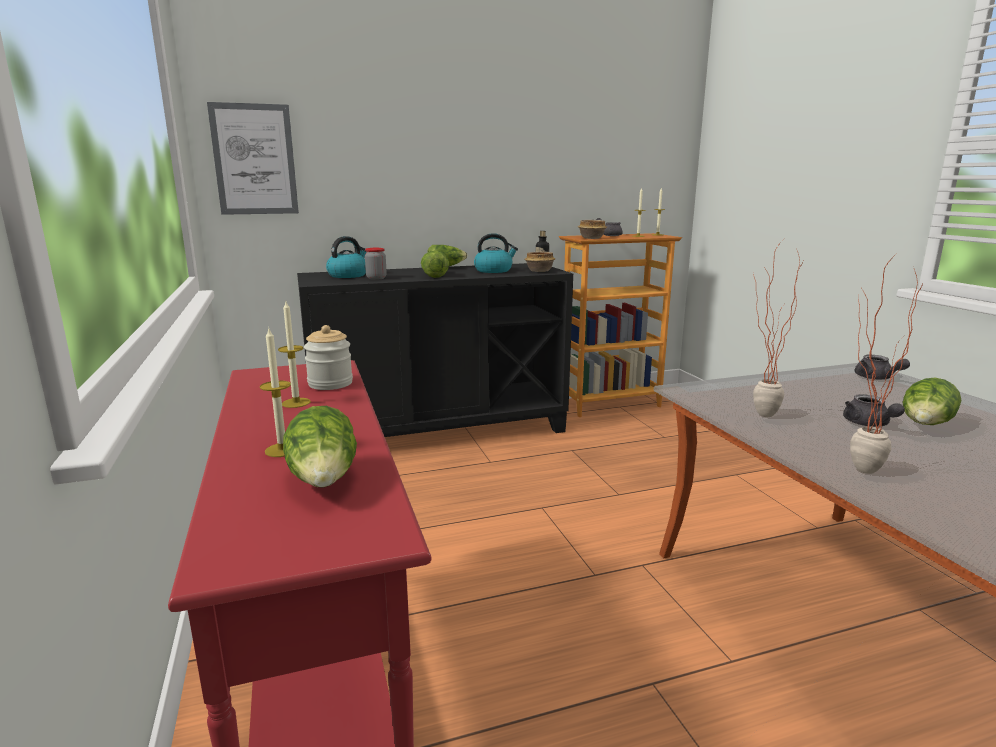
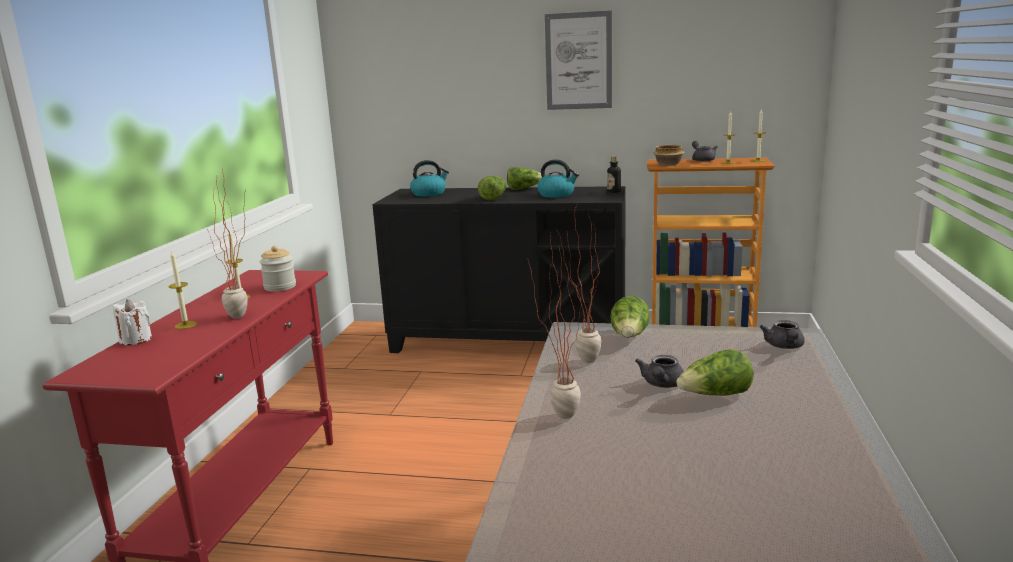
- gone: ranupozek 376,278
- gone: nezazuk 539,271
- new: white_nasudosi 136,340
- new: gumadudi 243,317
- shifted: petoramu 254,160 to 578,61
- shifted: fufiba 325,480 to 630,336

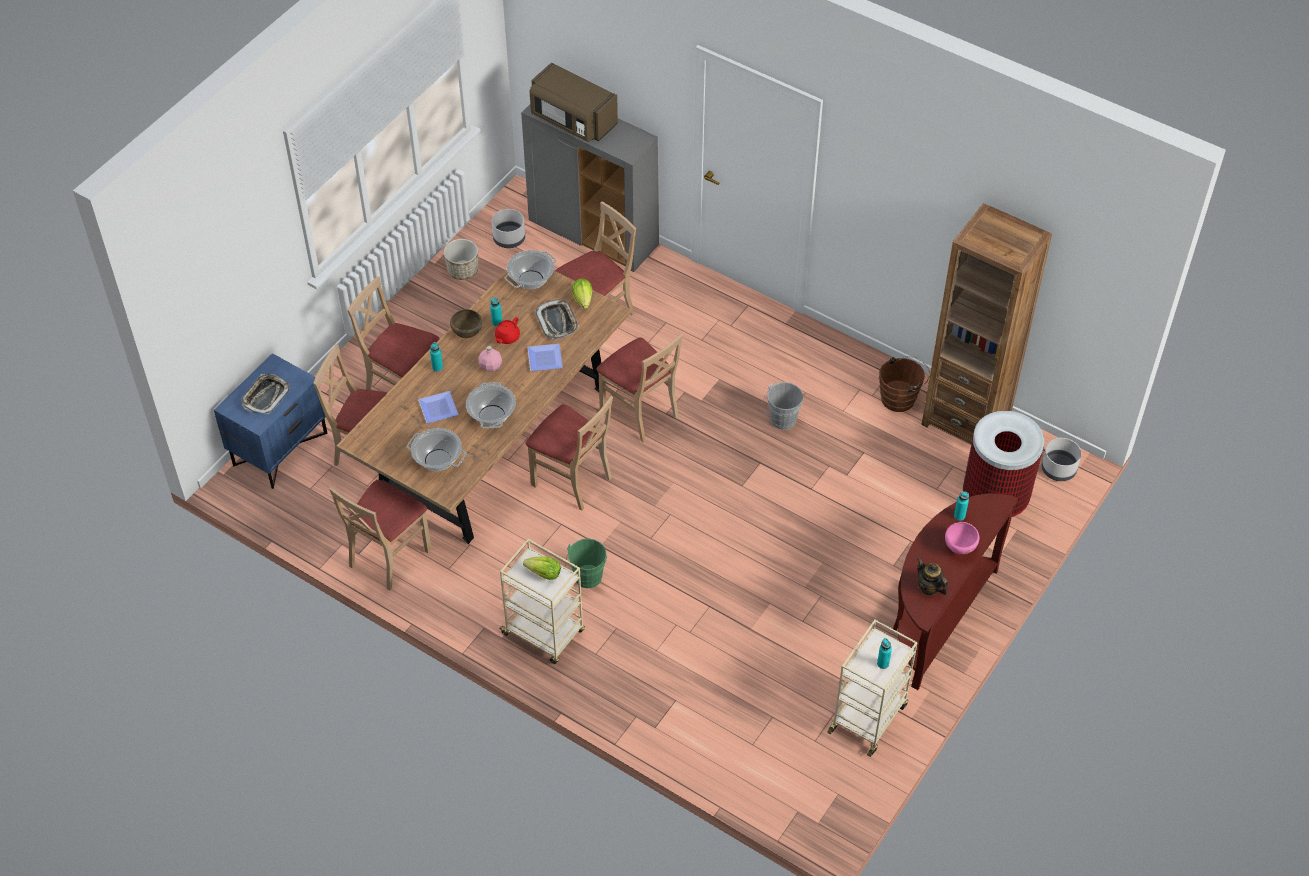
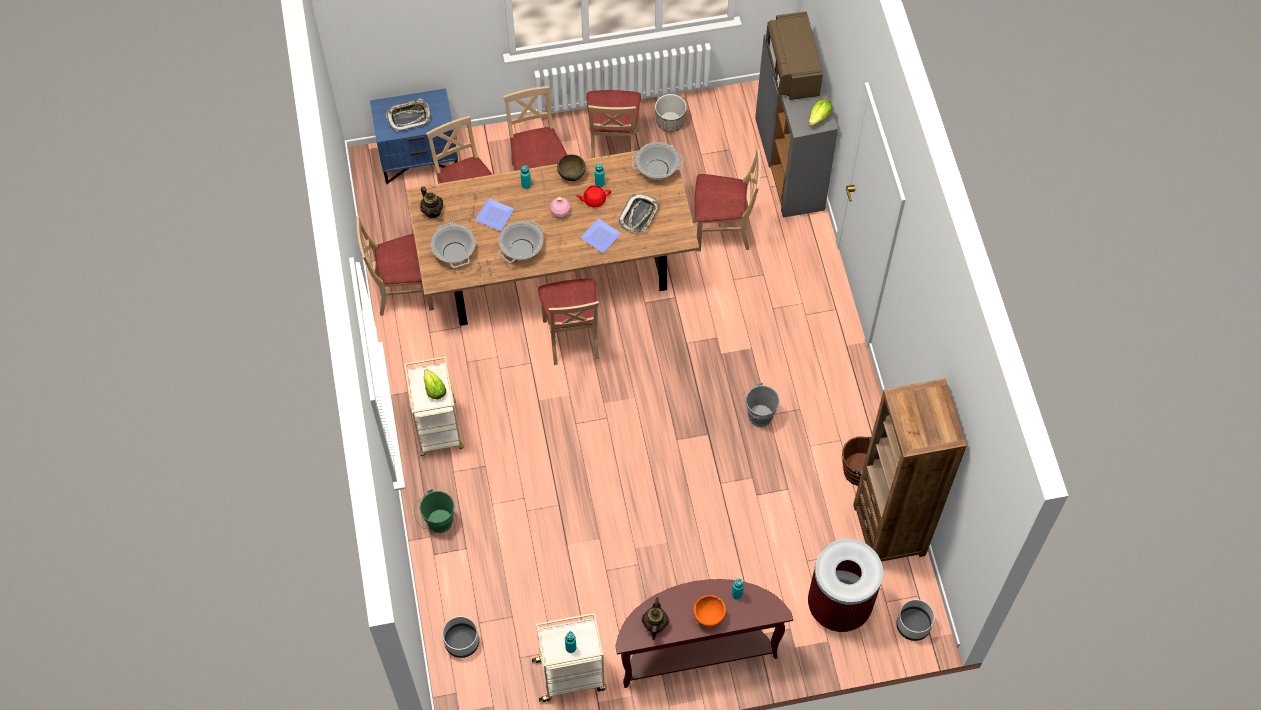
- new: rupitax 432,211
- shifted: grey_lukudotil 509,238 to 462,642
- shifted: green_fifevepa 587,579 to 437,522
- shifted: fufiba 583,299 to 819,117
- shifted: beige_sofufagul 640,412 to 613,148
- repainted: pink_nezazuk 959,548 to orange_nezazuk 709,616

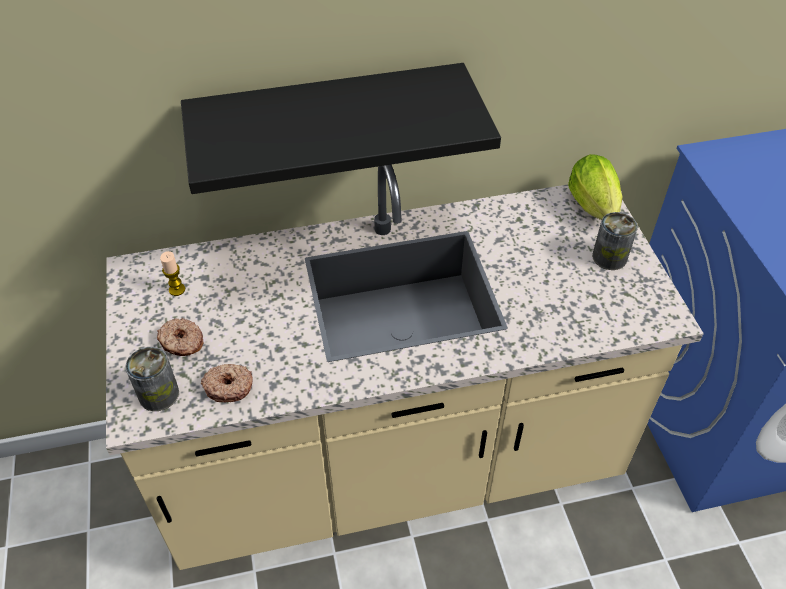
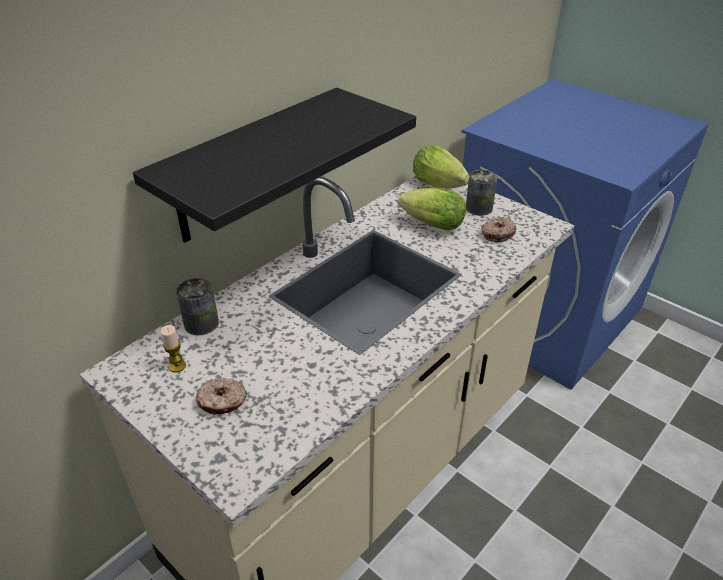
- new: fufiba 429,224
- shifted: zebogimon 158,394 to 201,323
- shifted: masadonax 228,386 to 497,234

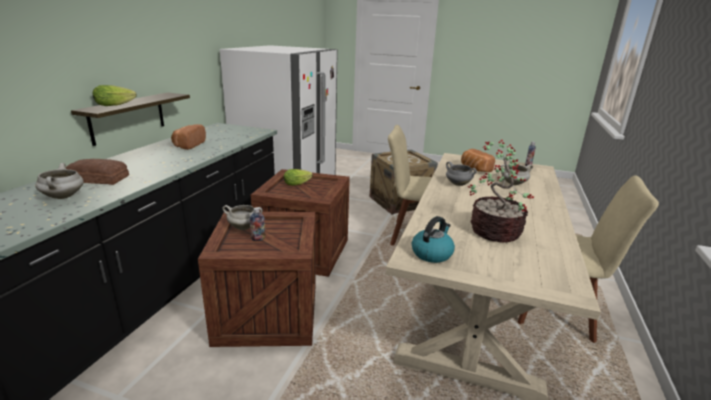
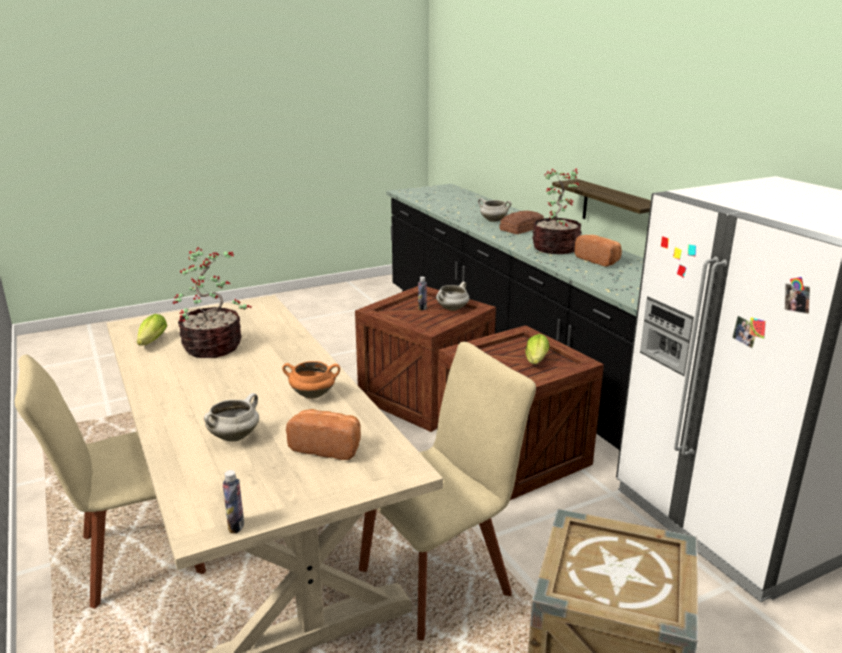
- gone: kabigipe 432,253
- new: gumadudi 555,248
- shifted: fufiba 117,104 to 151,343
- repainted: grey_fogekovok 457,184 to orange_fogekovok 313,394

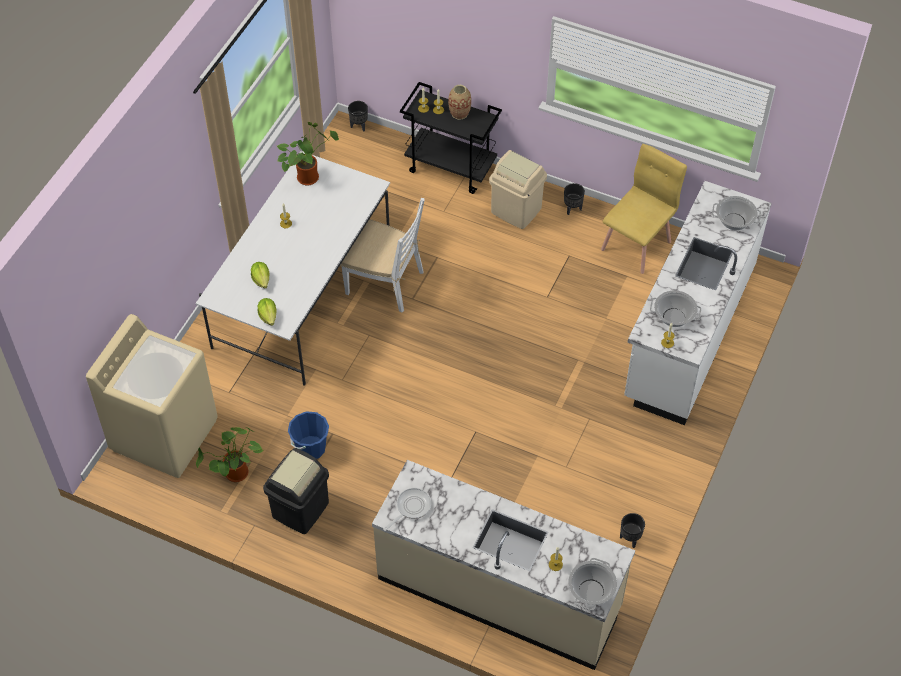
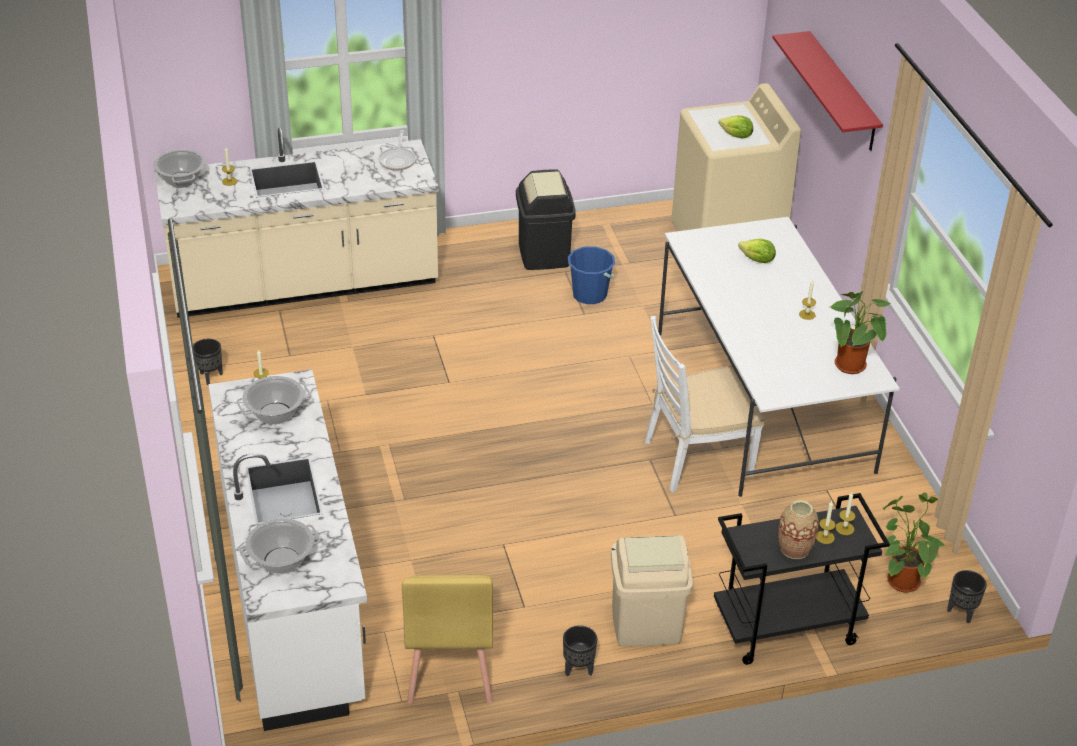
- new: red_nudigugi 842,92
- shifted: gumadudi 236,475 to 900,579
- shifted: fufiba 268,316 to 736,136

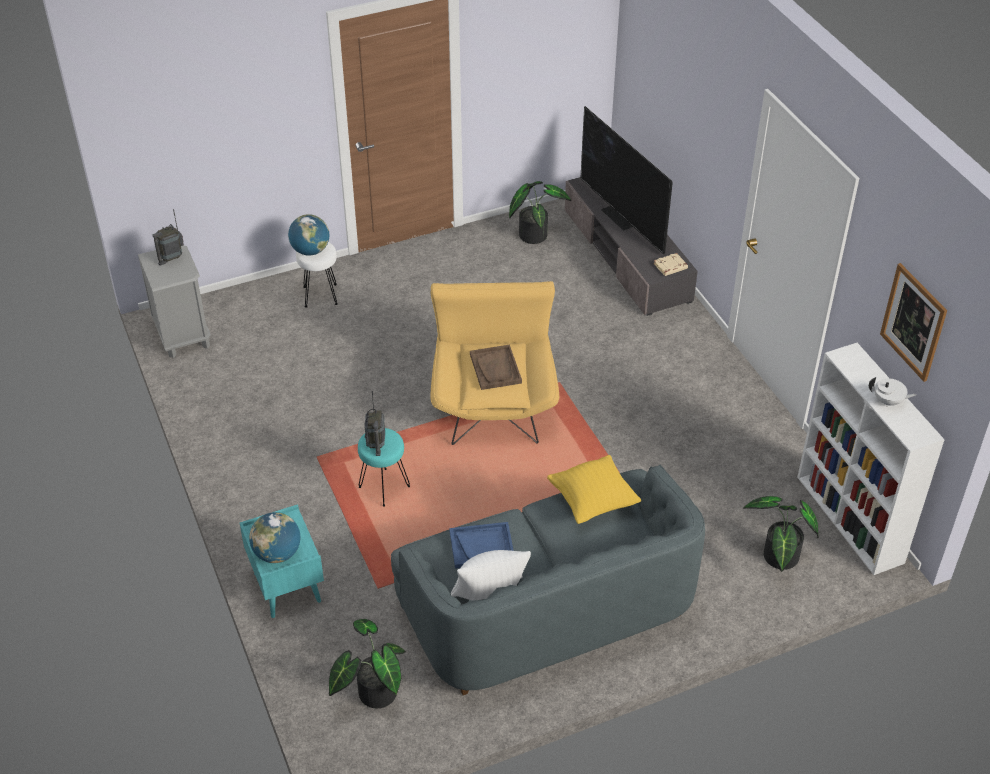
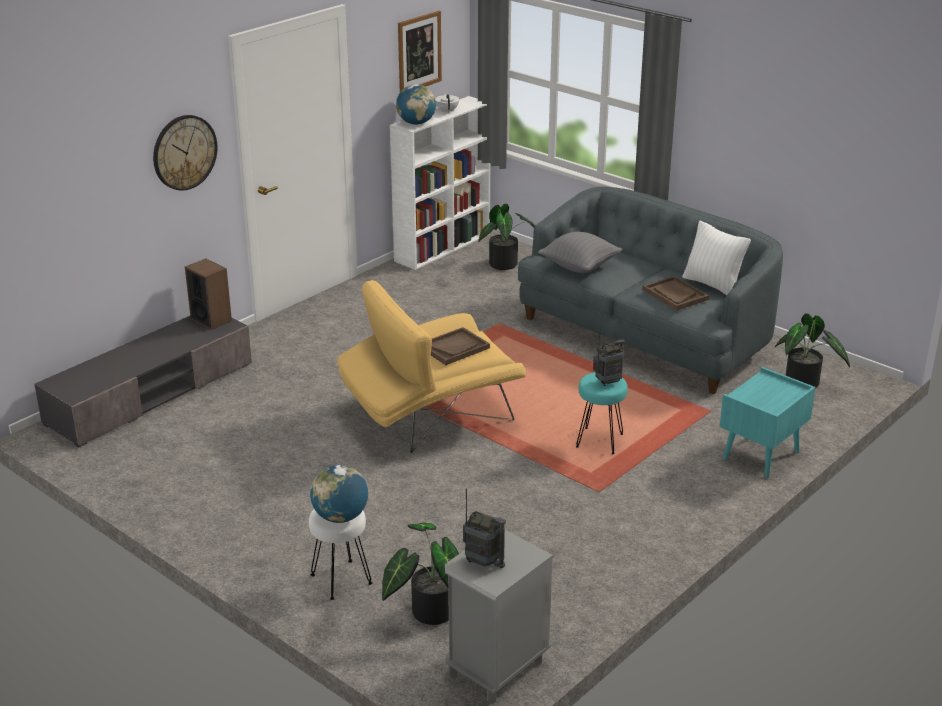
- gone: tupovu 621,216
- new: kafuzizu 184,152
- shifted: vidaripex 277,553 to 416,123
- shifted: gumadudi 534,233 to 427,611
- swapped: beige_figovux 670,267 to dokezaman 211,319
- repainted: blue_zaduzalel 482,546 to brown_zaduzalel 675,295
- repainted: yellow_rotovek 592,501 to grey_rotovek 579,266

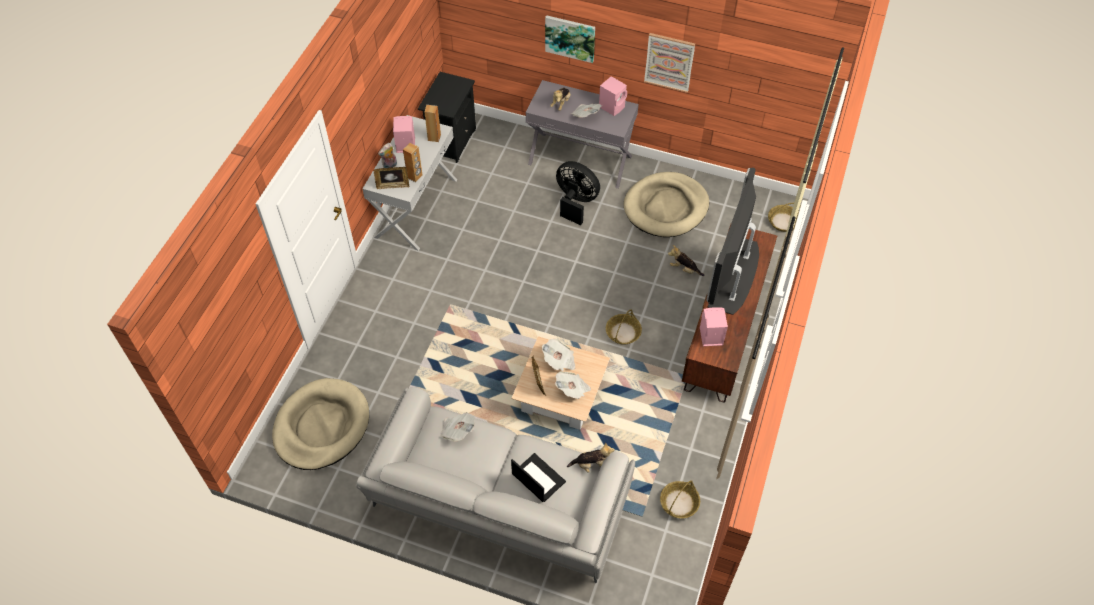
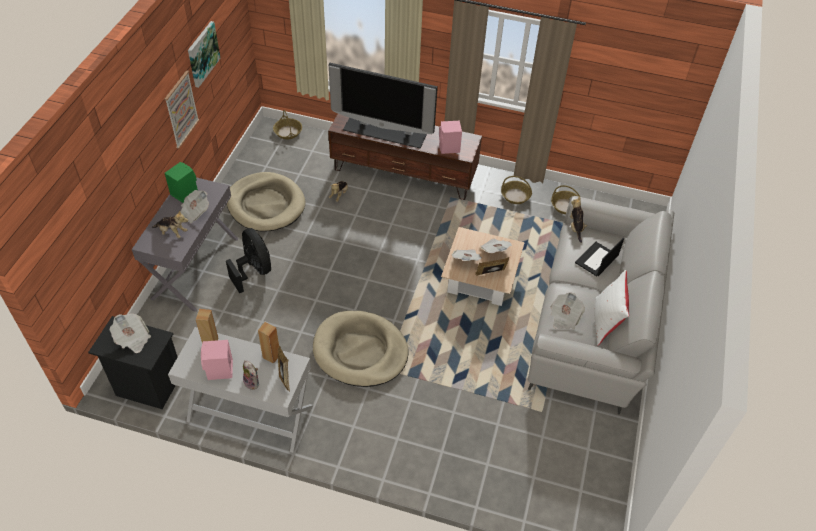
- new: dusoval 132,339
- new: white_rotovek 605,322
- shifted: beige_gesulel 321,426 to 360,351
- shifted: petoramu 570,38 to 202,53
- shifted: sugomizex 623,332 to 515,196
- repainted: pink_dokezaman 612,106 to green_dokezaman 184,192
- rotated: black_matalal 575,202 = 254,271 120 degrees clockwise

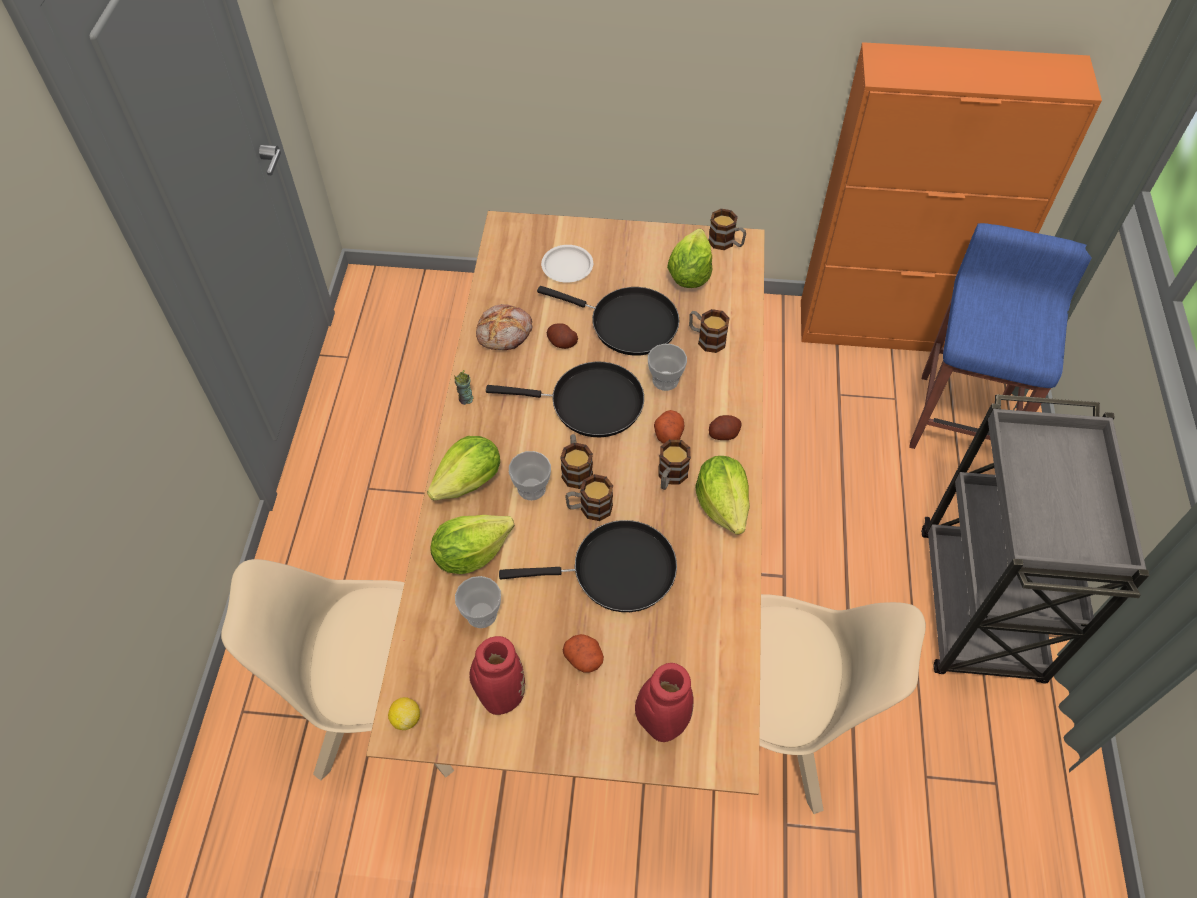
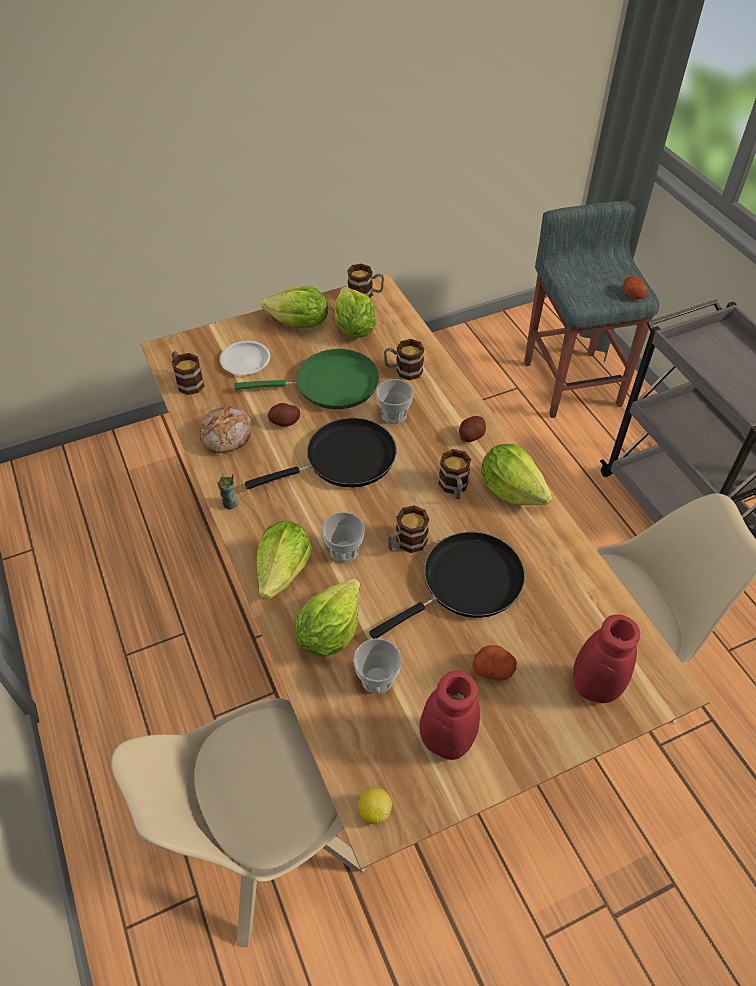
- gone: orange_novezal 890,328
- new: fufiba 300,324
- shifted: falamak 576,469 to 187,382
- shifted: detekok 668,433 to 632,294
- repainted: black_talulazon 628,323 to green_talulazon 330,384
- repainted: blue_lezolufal 960,418 to grey_lezolufal 571,382

